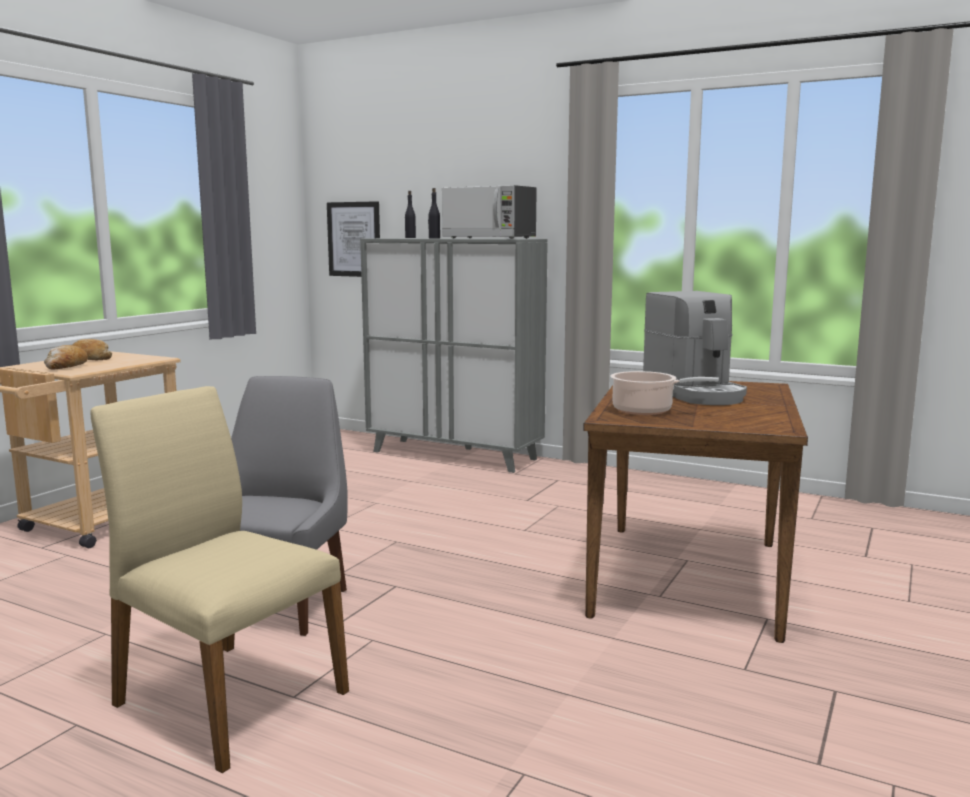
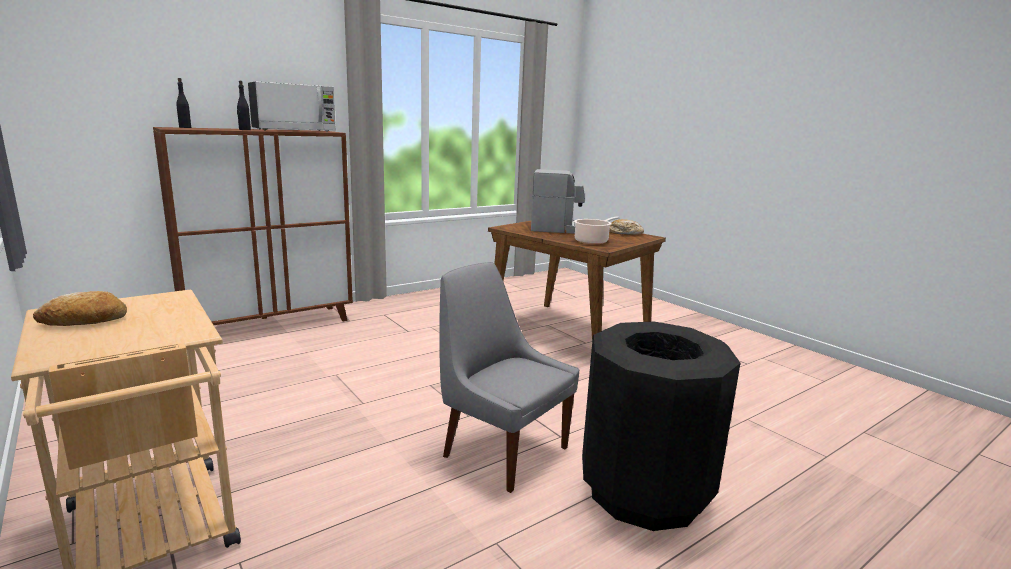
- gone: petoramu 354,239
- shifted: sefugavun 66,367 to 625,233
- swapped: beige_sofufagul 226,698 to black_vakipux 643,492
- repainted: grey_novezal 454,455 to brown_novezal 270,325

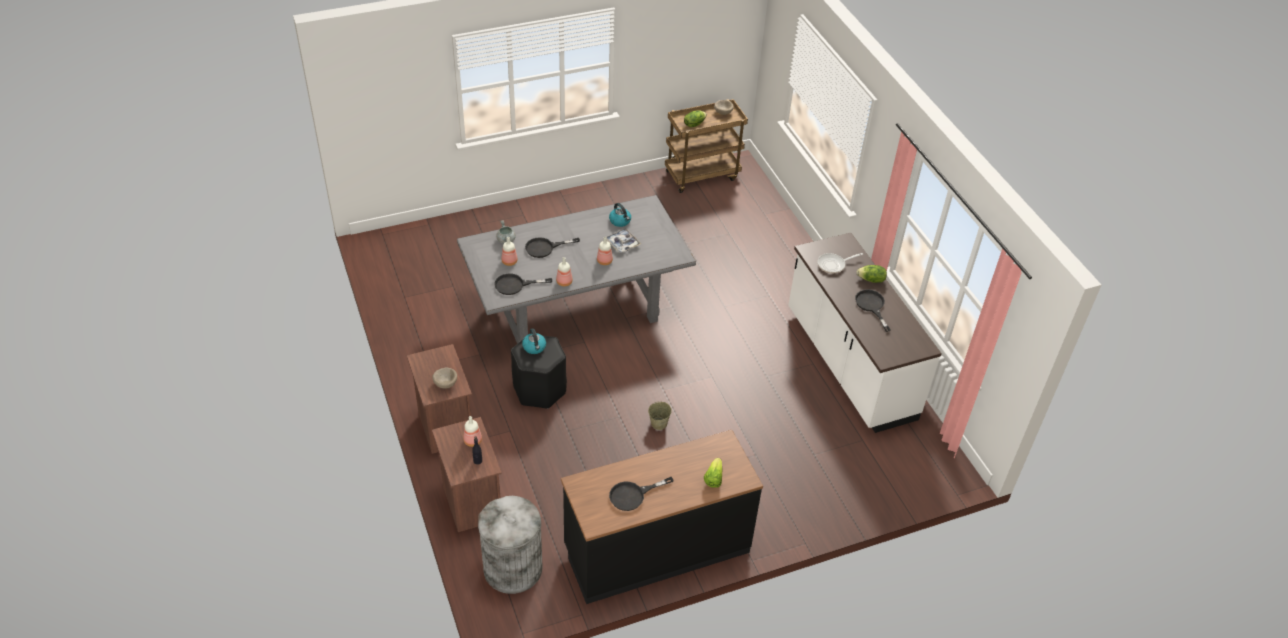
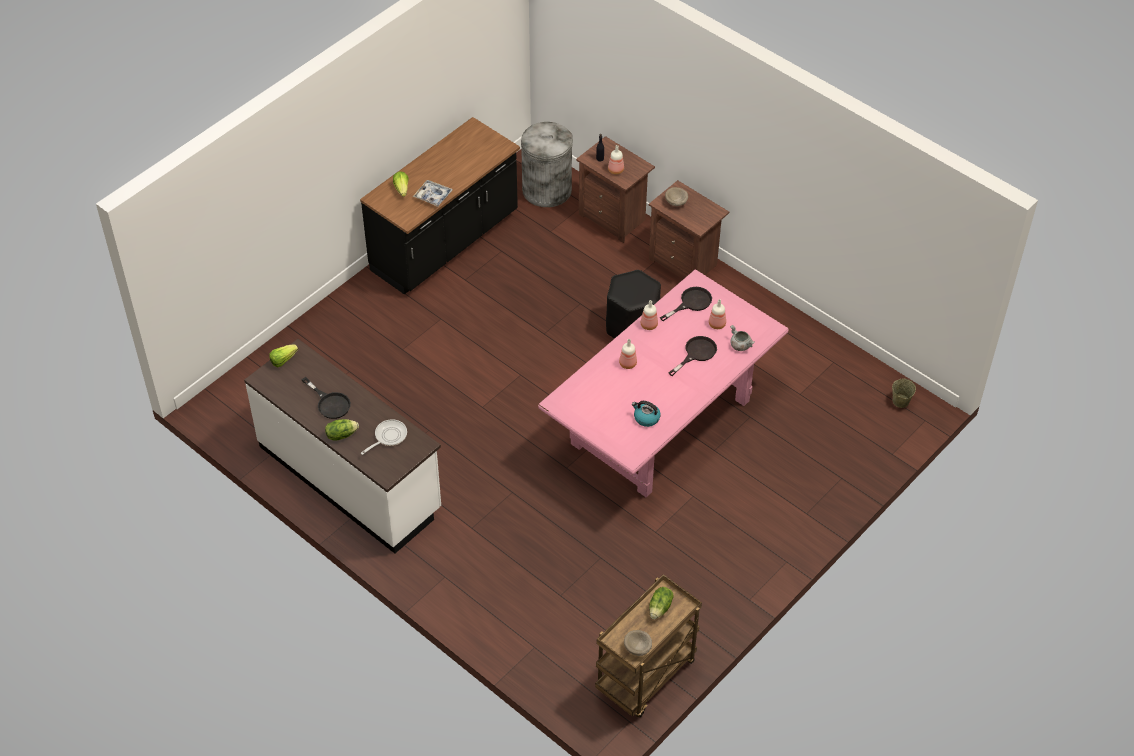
- gone: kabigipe 534,347
- gone: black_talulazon 633,495
- new: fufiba 283,360
- shifted: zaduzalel 622,243 to 433,196
- shifted: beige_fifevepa 659,423 to 900,401
- repainted: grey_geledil 575,309 to pink_geledil 661,422

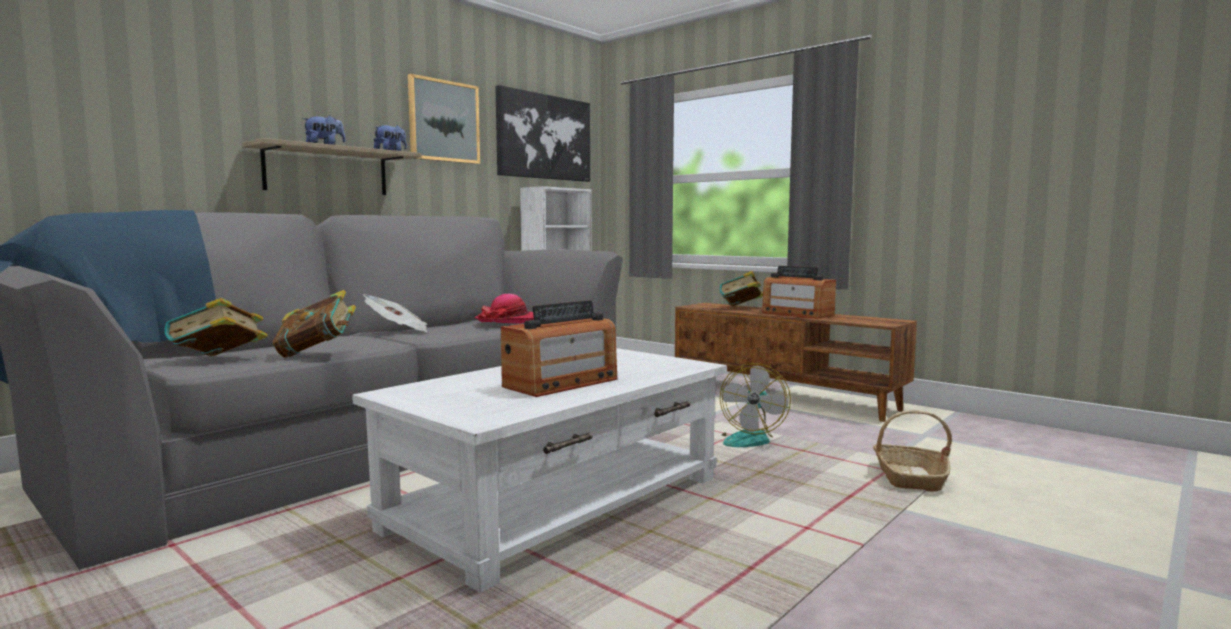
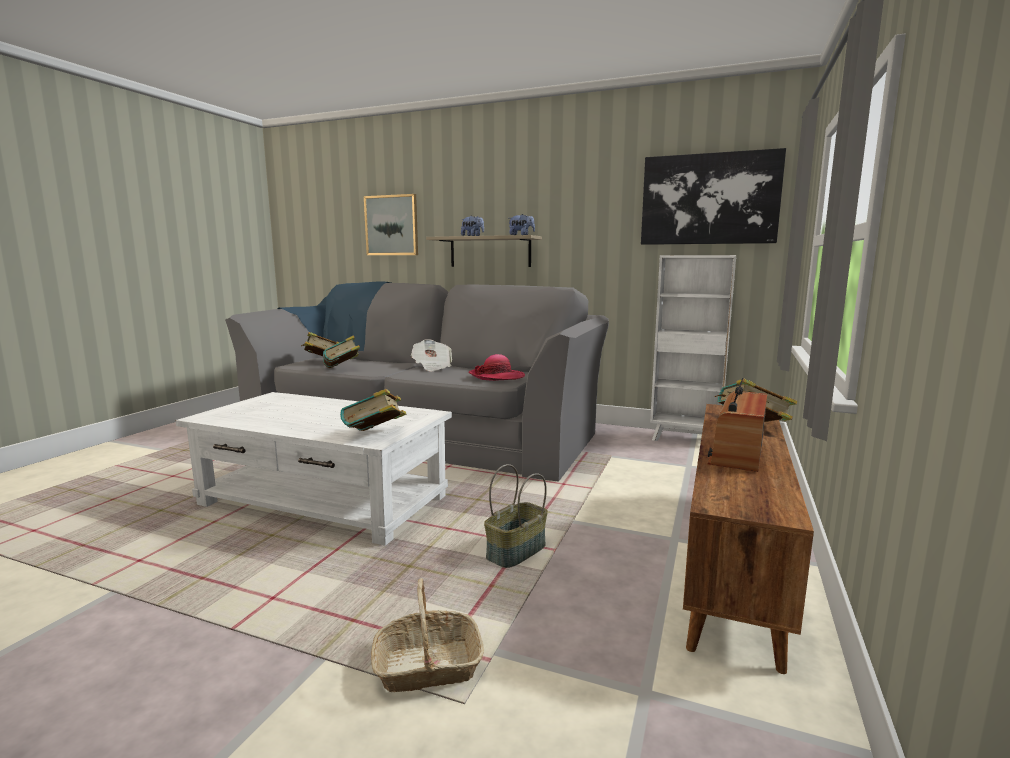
- gone: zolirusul 561,383
- new: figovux 375,436
- shifted: petoramu 443,121 to 392,225
- swapped: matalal 748,439 to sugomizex 516,552

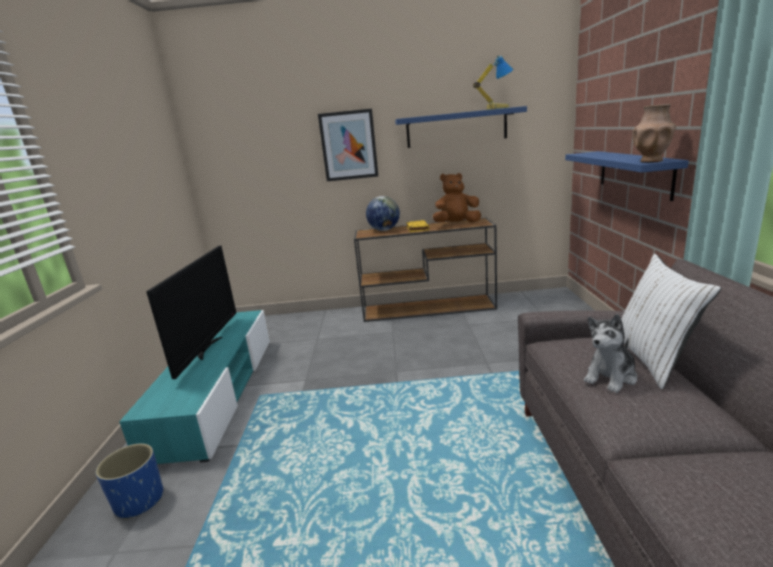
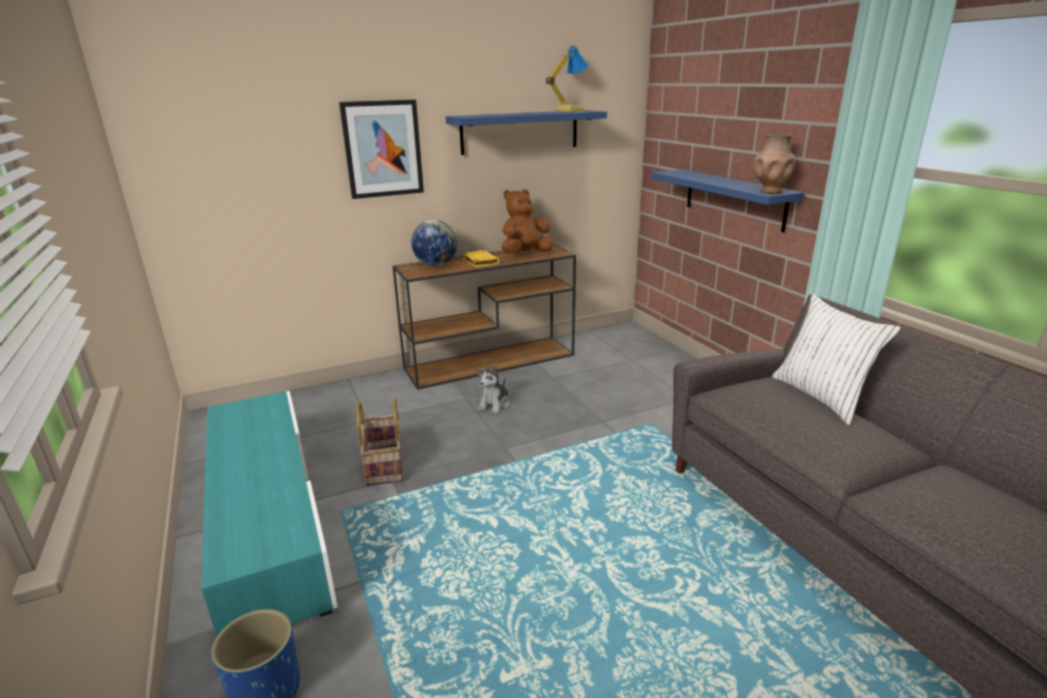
- gone: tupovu 208,348
- new: sugomizex 383,465
- shifted: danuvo 611,377 to 494,404

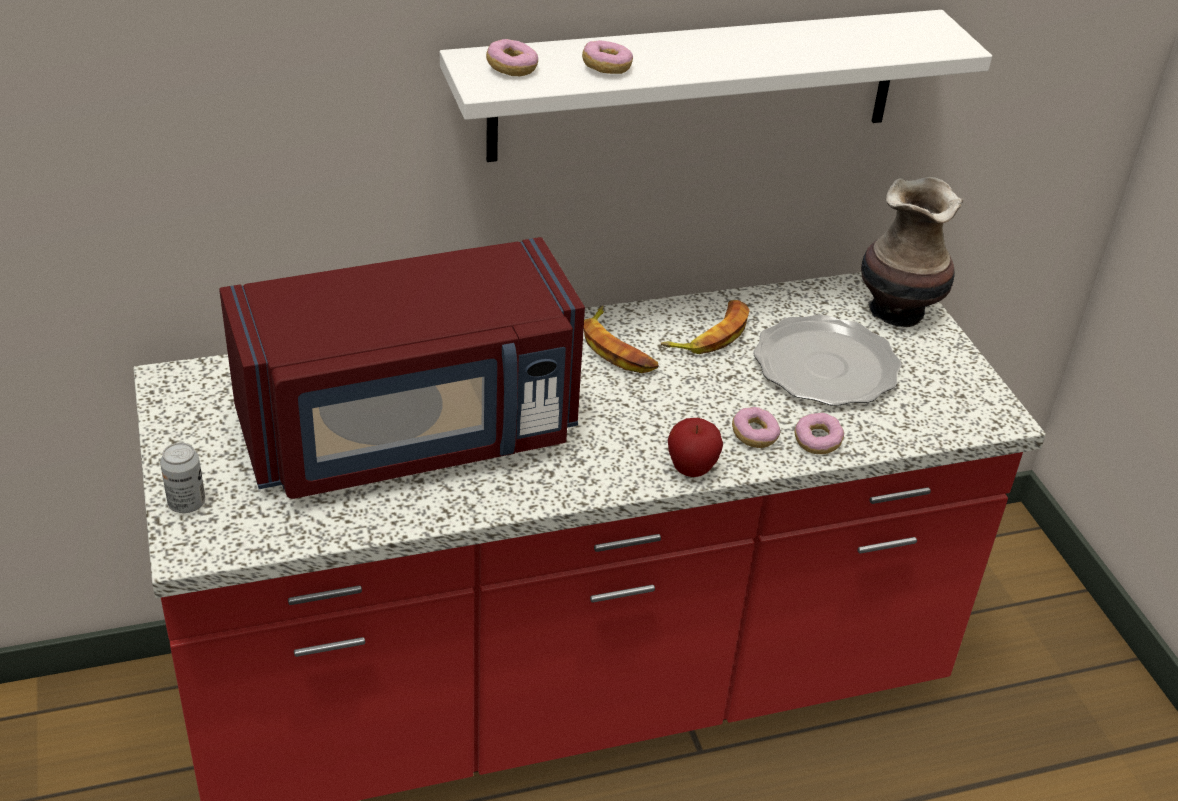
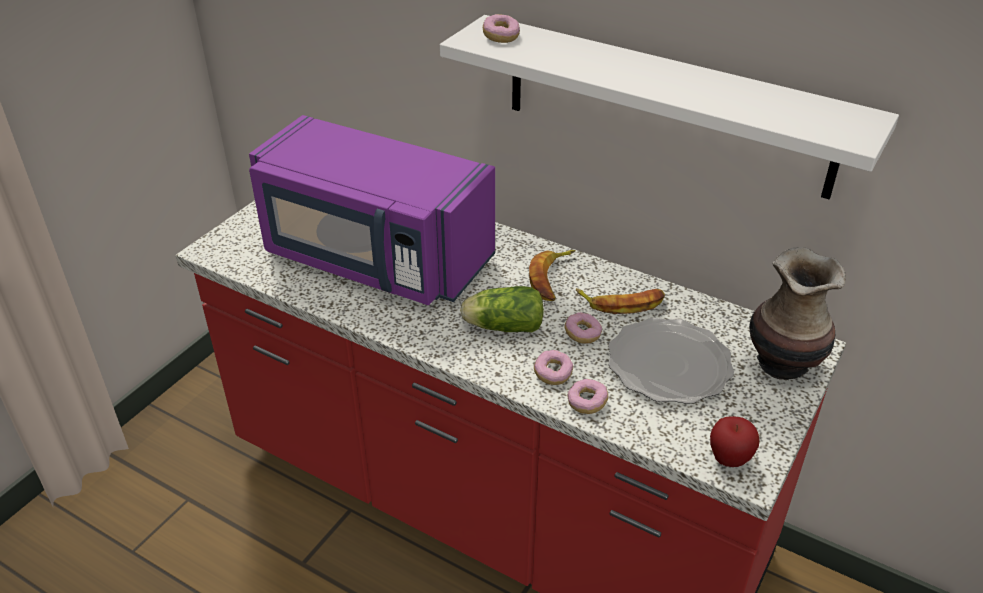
- gone: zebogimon 187,503
- new: fufiba 501,326
- shifted: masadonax 606,68 to 582,334
- shifted: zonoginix 691,469 to 729,459
- repainted: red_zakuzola 411,435 to purple_zakuzola 374,258

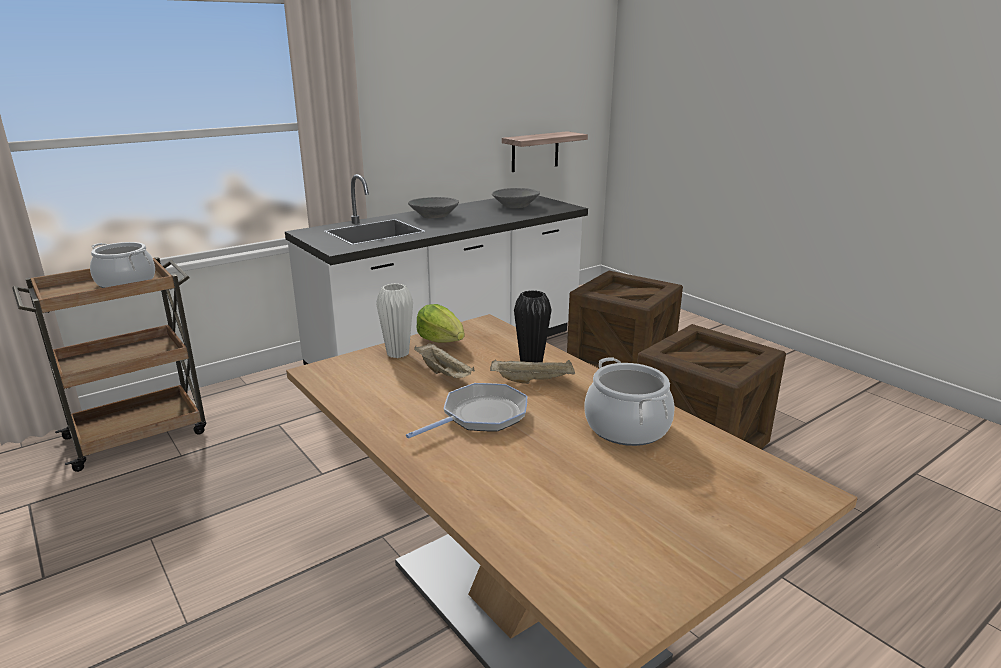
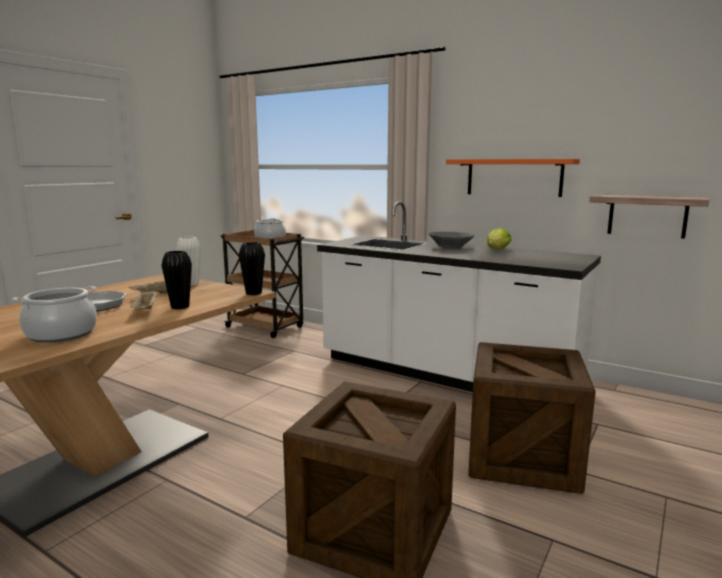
- gone: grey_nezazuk 515,206
- new: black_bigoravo 253,293
- new: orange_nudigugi 514,177
- shifted: fufiba 442,340 to 497,250

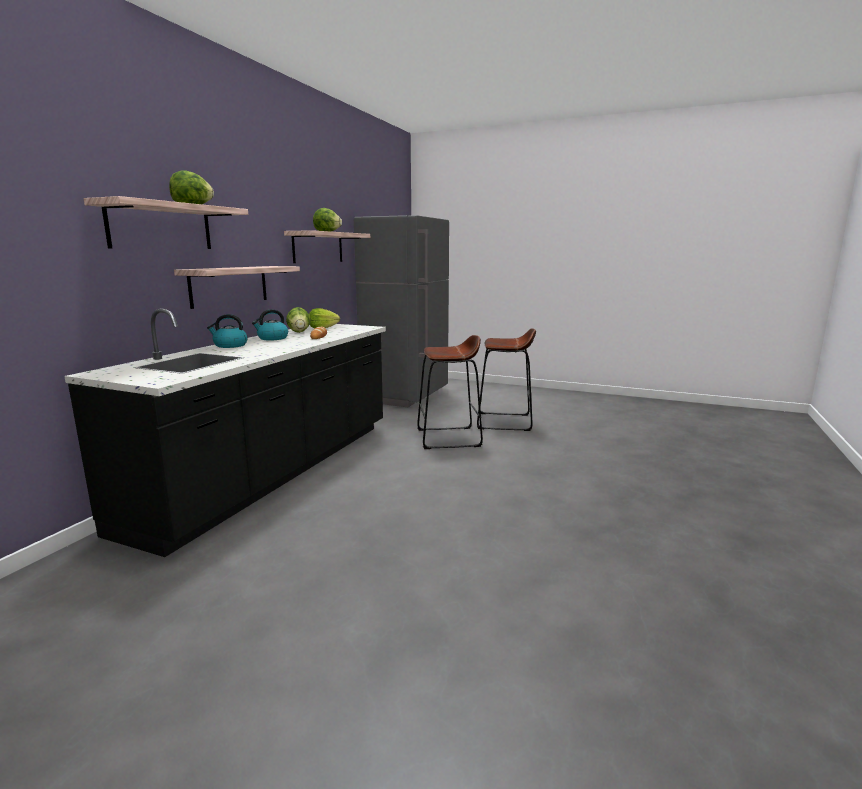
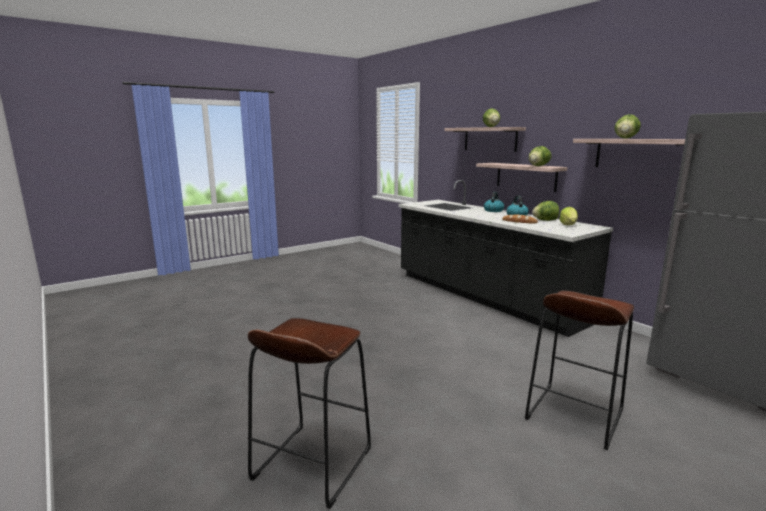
- new: fufiba 538,166
- shifted: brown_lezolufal 448,438 to 312,463

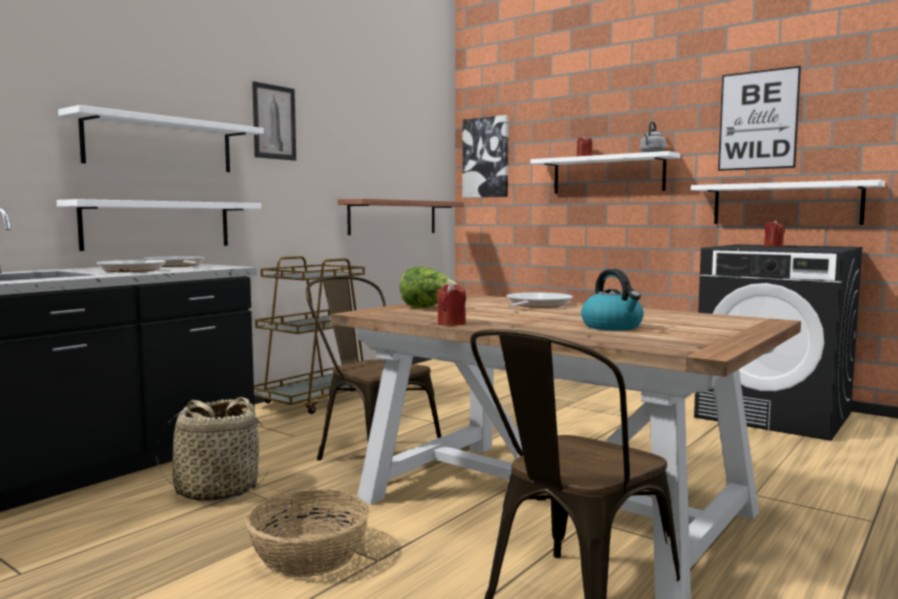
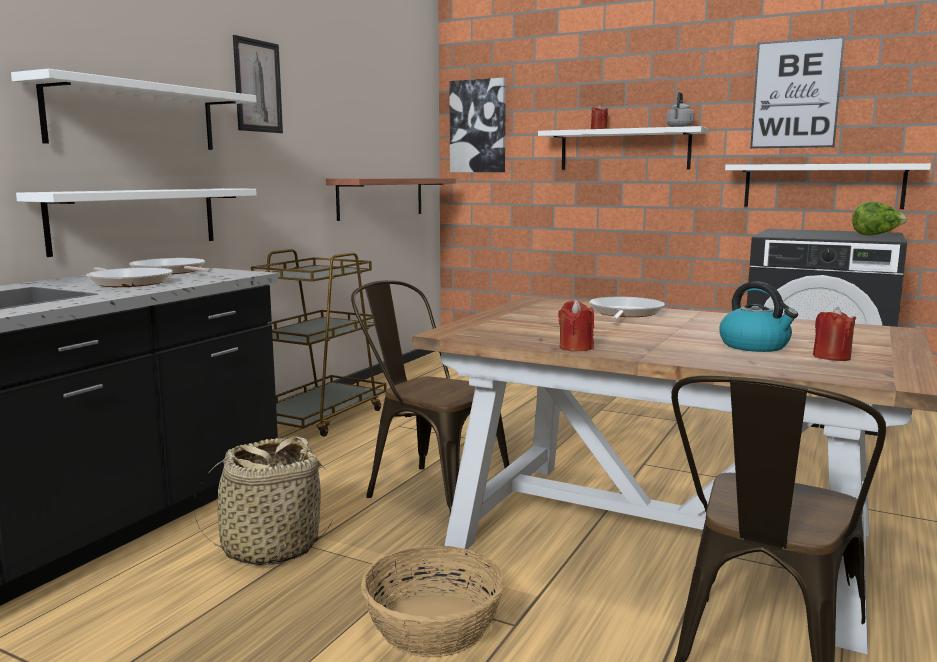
- shifted: fufiba 427,308 to 875,235
- shifted: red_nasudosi 773,246 to 831,357

